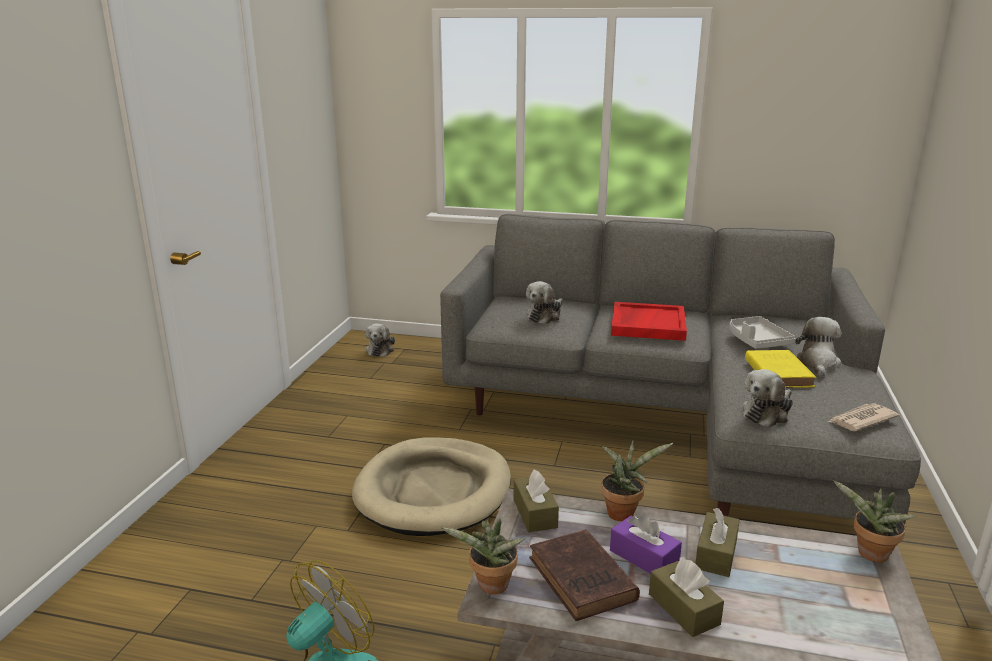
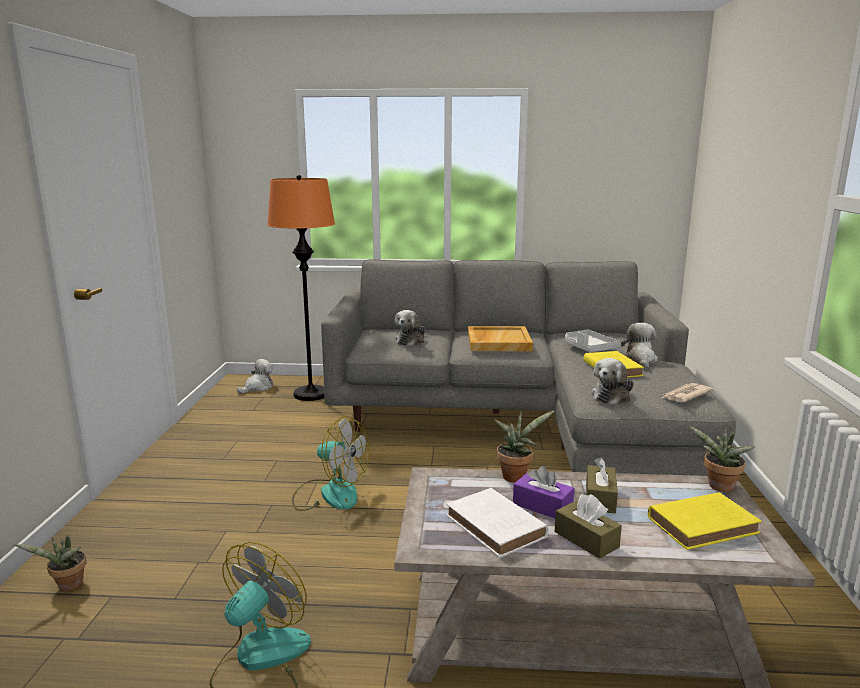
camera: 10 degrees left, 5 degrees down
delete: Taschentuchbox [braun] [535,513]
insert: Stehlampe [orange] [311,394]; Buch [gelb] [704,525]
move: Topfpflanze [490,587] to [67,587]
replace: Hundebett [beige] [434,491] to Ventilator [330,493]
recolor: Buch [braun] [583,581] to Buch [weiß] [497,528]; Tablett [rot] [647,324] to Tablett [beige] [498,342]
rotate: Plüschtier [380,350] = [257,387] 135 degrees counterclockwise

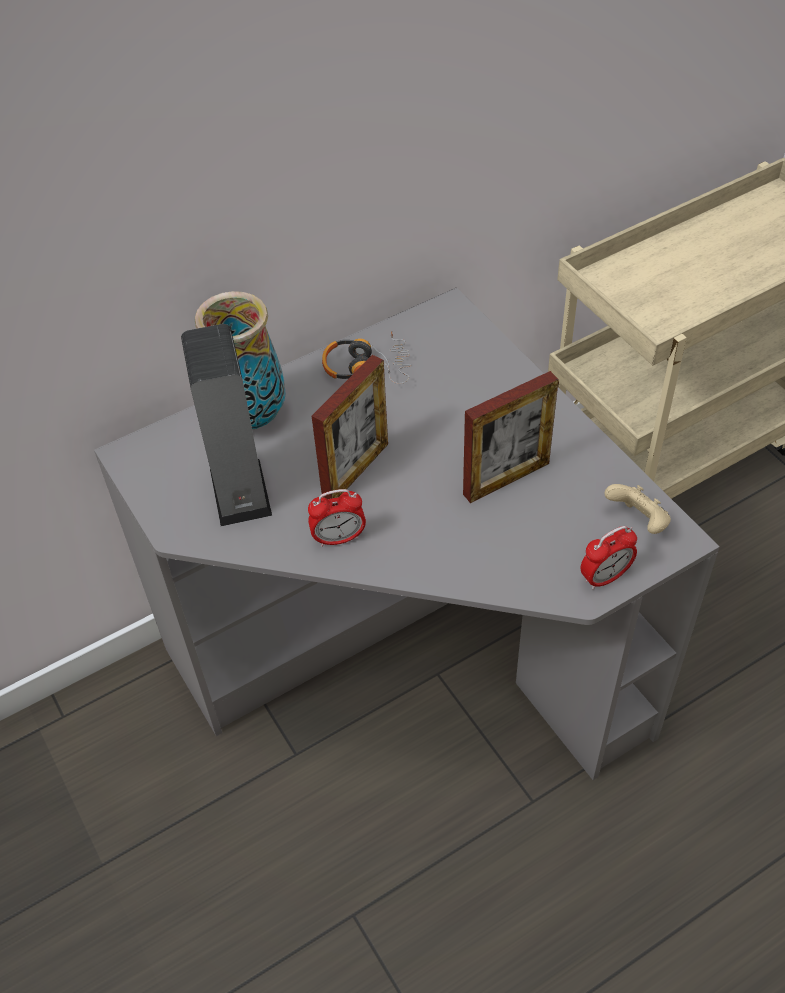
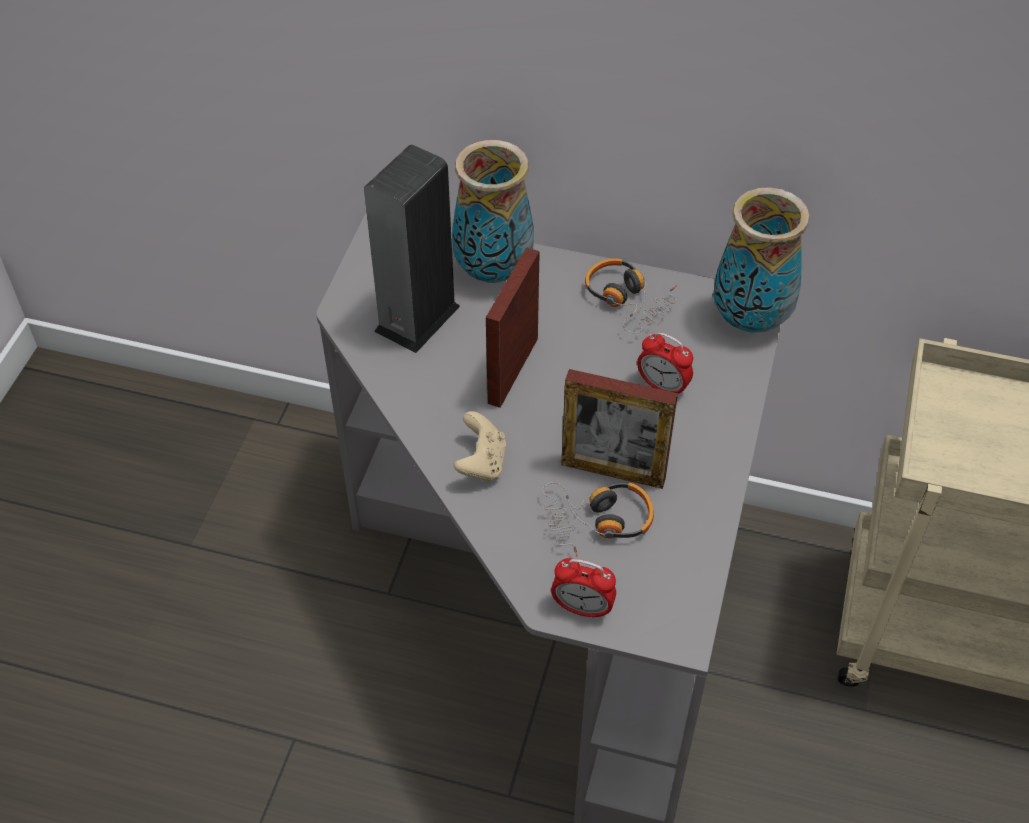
camera: 45 degrees right, 0 degrees up
insert: Kopfhörer [598,521]; Vase [749,319]
move: Wecker [338,538] to [662,386]; Gamepad [beige] [638,521] to [481,463]
rotate: Bilderrahmen [355,471] = [513,370] 120 degrees clockwise

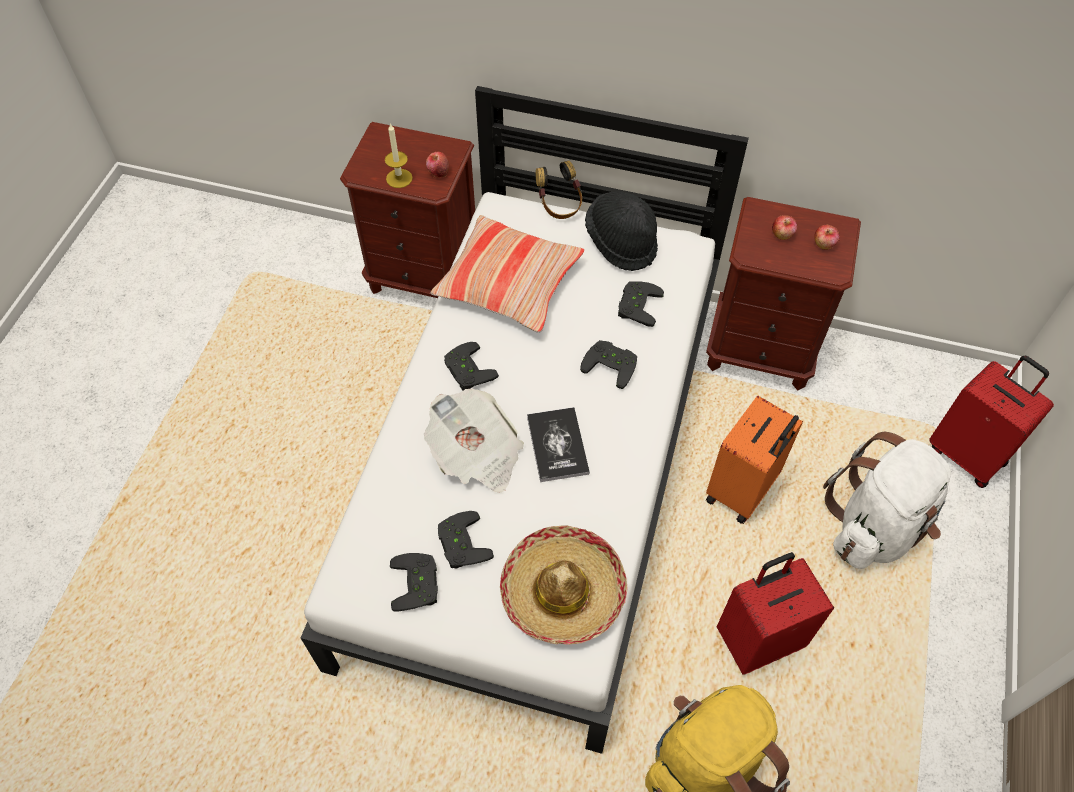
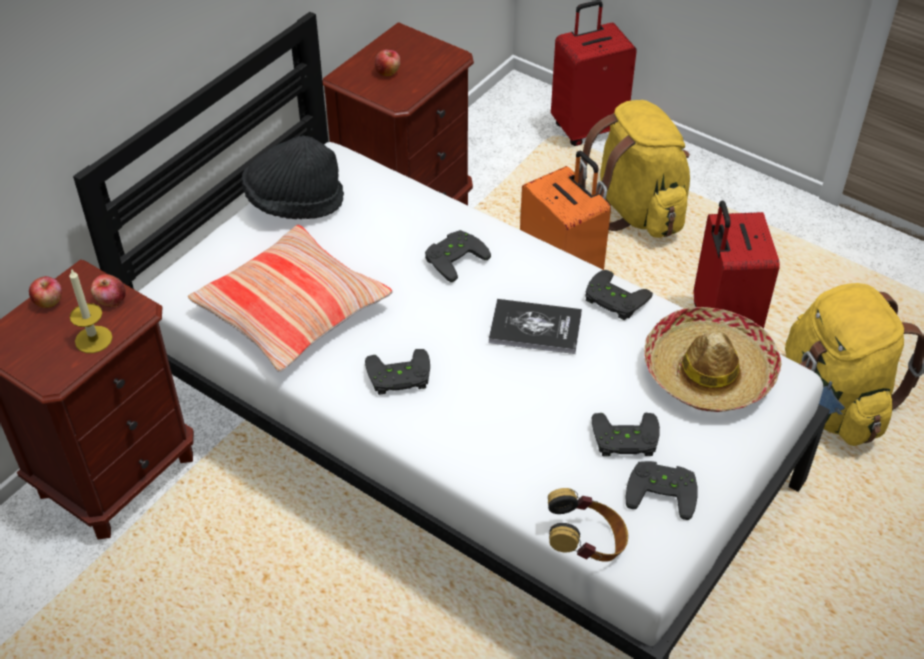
camera: 70 degrees left, 10 degrees down
delete: Zeitung [476,454]
move: Kopfhörer [559,205] to [586,544]; Gamepad [schwarz] [636,305] to [613,300]; Apfel [824,244] to [49,302]
recolor: Rucksack [weiß] [875,526] to Rucksack [gelb] [635,210]

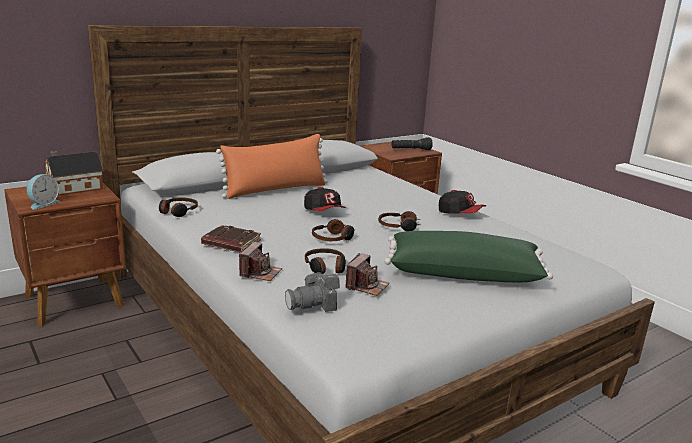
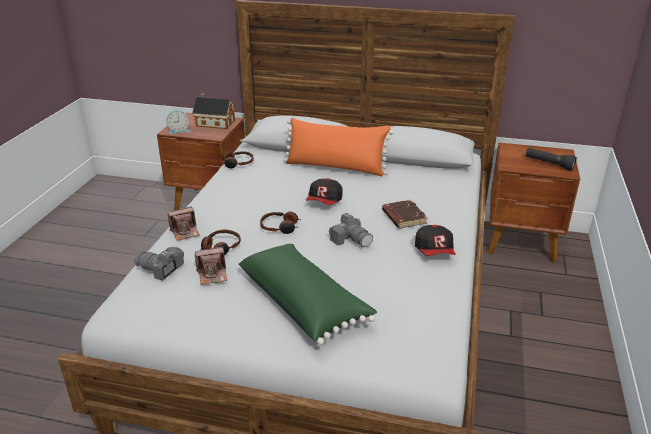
camera: 50 degrees right, 10 degrees up
move: Buch [braun] [230,243] to [403,217]
replace: Kopfhörer [398,226] to Kamera [351,239]

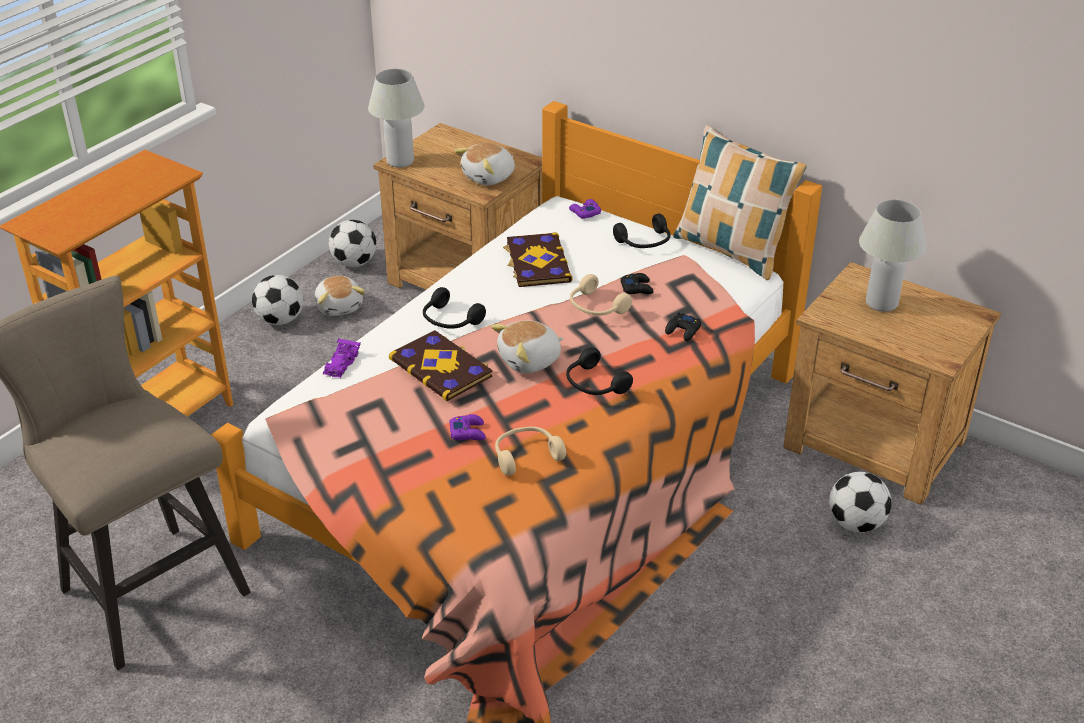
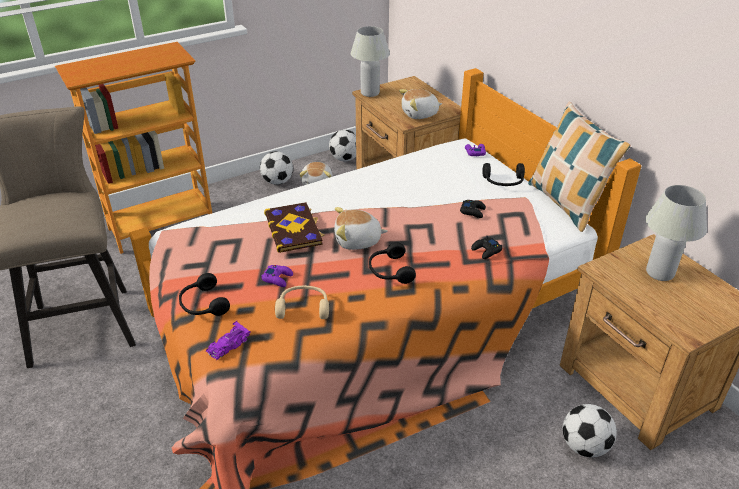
camera: 25 degrees right, 0 degrees up
delete: Buch [537,262]; Kopfhörer [beige] [595,307]
move: Spielzeugauto [lila] [341,364] to [228,345]; Kopfhörer [schwarz] [450,320] to [203,304]

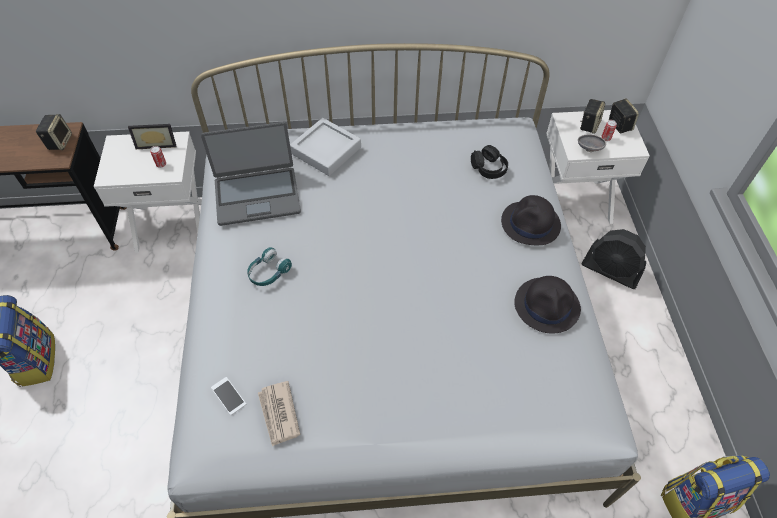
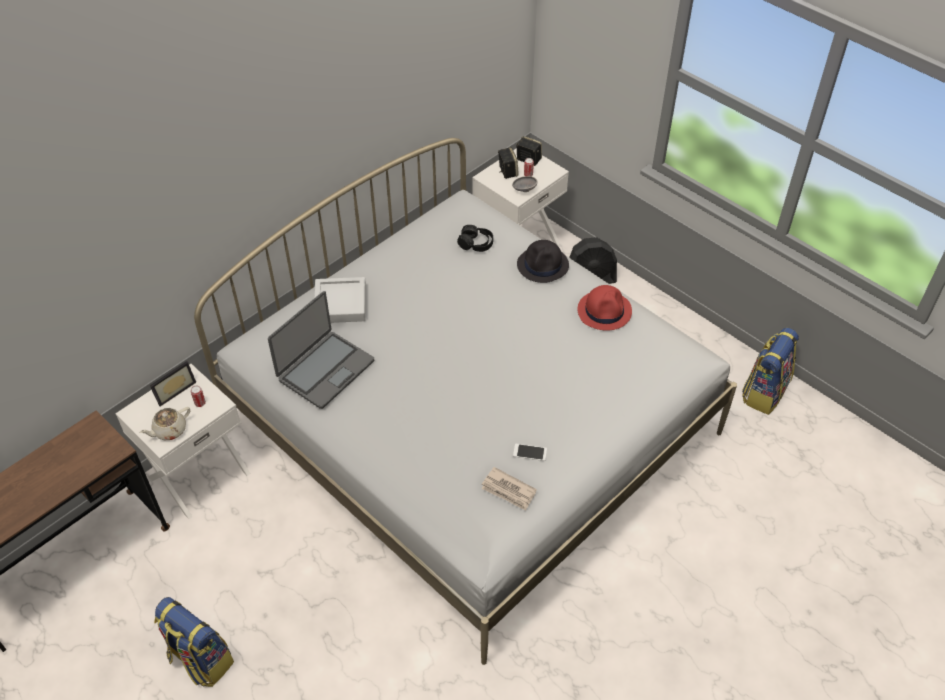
camera: 40 degrees left, 5 degrees down
delete: Lautsprecher [59,141]; Kopfhörer [türkis] [268,273]
insert: Teekanne [beige] [169,430]
move: Handy [228,396] to [530,452]
recolor: Hut [schwarz] [547,305] to Hut [rot] [604,311]

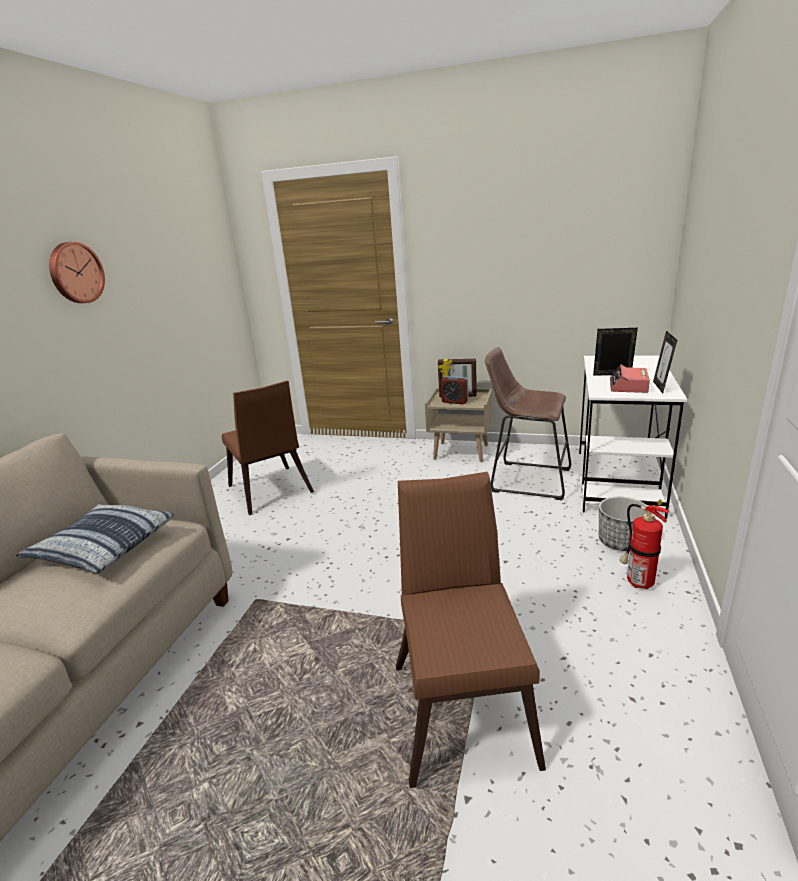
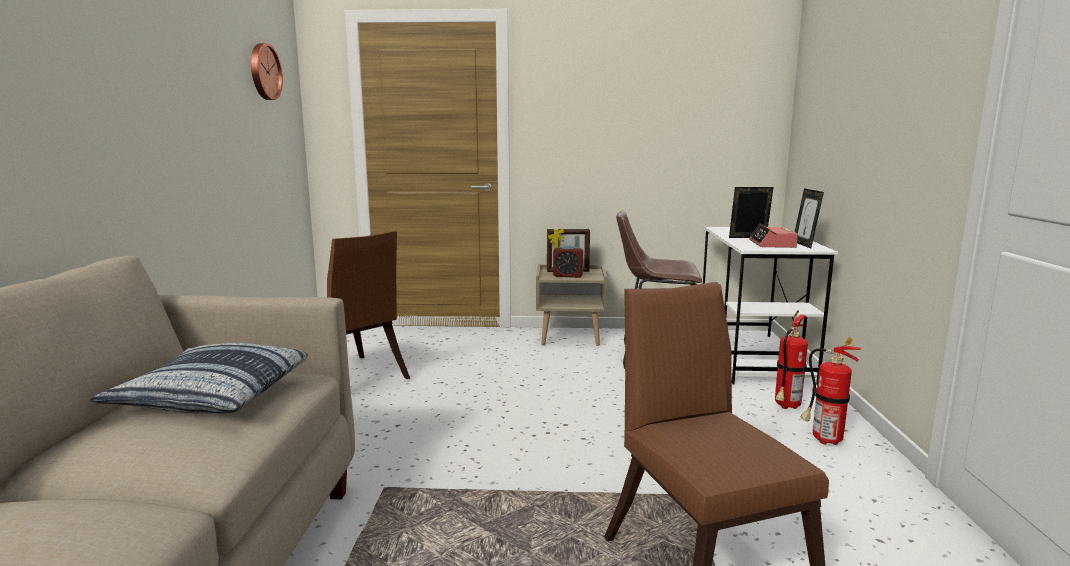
camera: 15 degrees left, 10 degrees down
move: Wanduhr [75,273] to [264,72]
replace: Pflanzkübel [620,542] to Feuerlöscher [786,407]

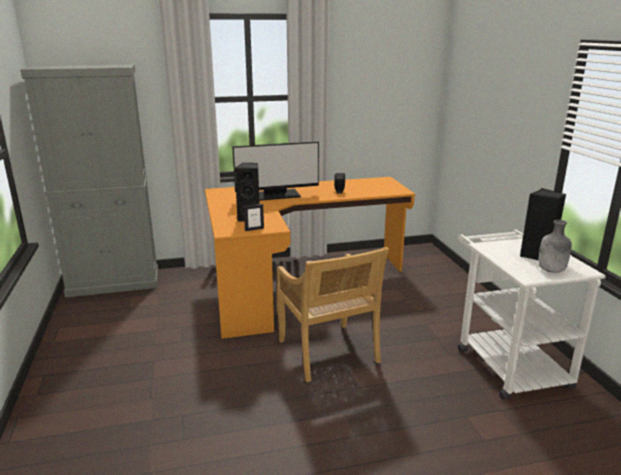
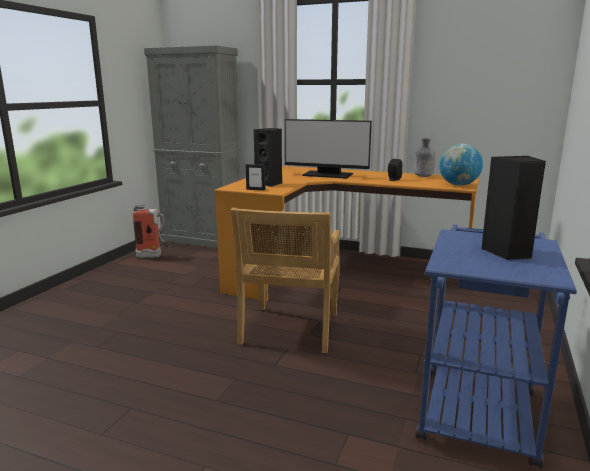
camera: 35 degrees right, 5 degrees down
insert: Feuerlöscher [154,256]; Globus [458,185]
move: Flasche [grau] [551,270] to [423,176]
recolor: Rollwagen [weiß] [506,362] to Rollwagen [blau] [477,405]

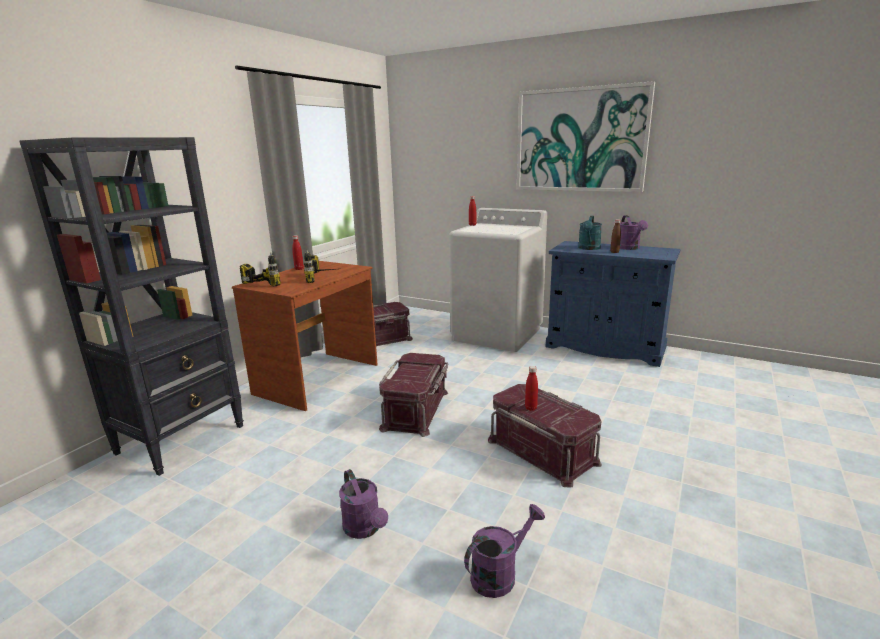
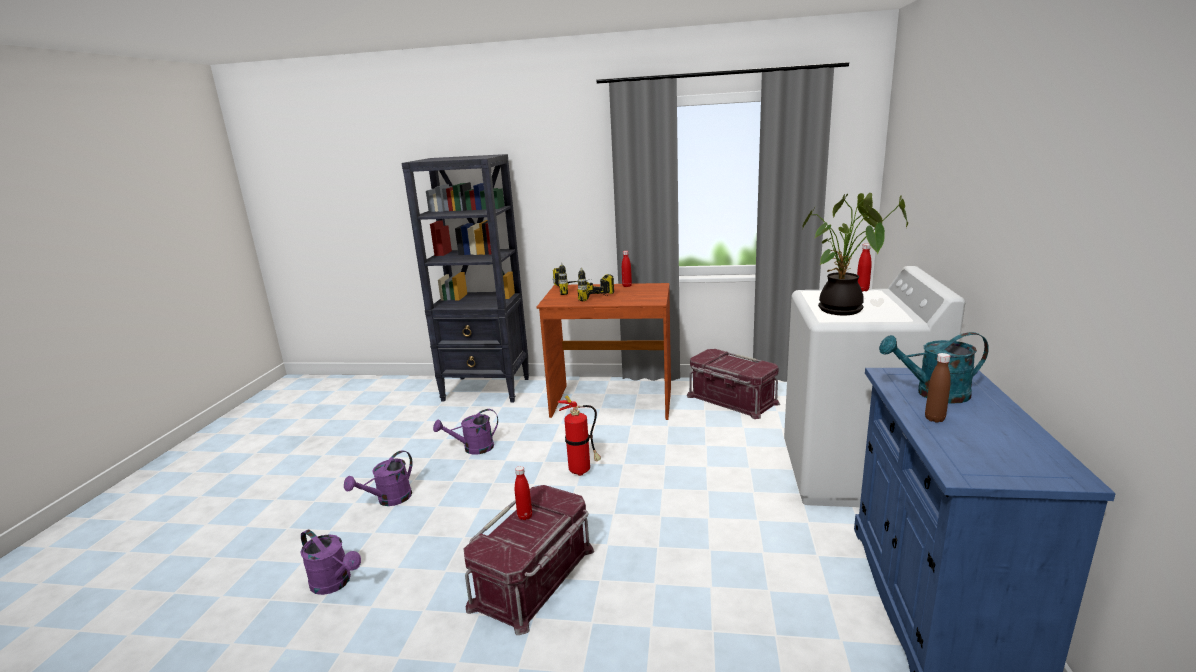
camera: 70 degrees right, 0 degrees up
delete: Bild [580,140]
insert: Topfpflanze [843,311]
move: Gießkanne [lila] [629,248] to [473,449]
replace: Aufbewahrungsbox [rot] [417,410] to Feuerlöscher [582,471]

